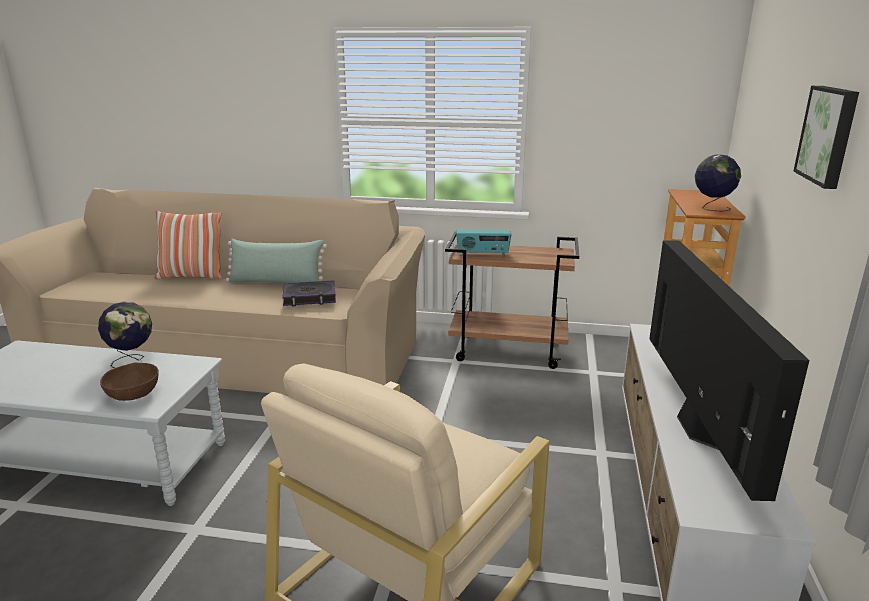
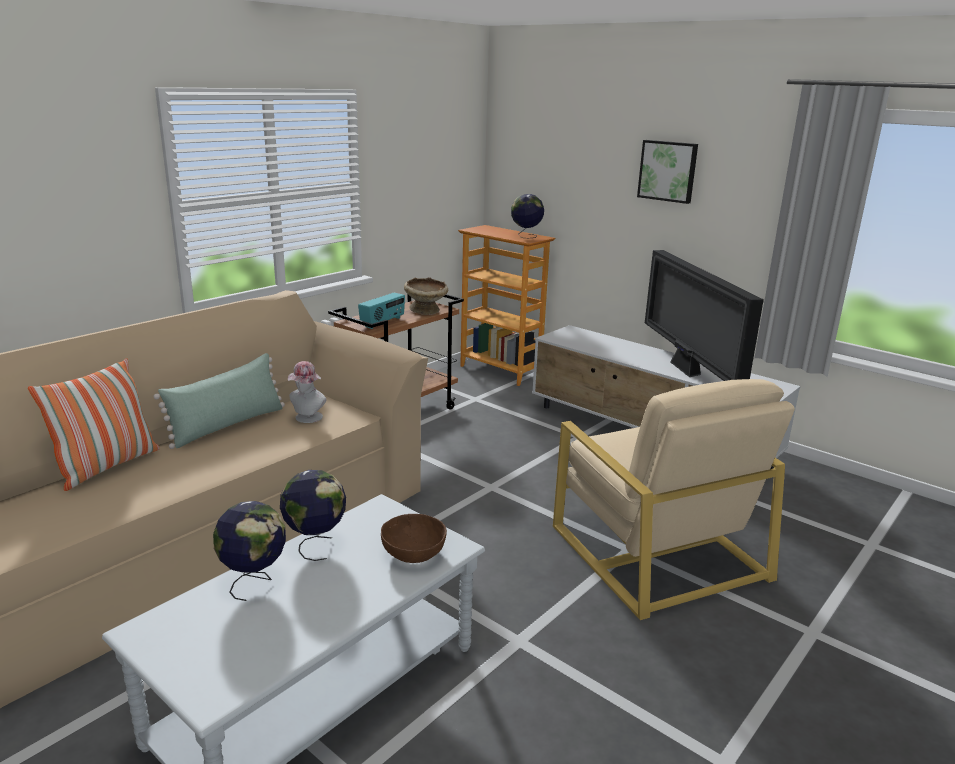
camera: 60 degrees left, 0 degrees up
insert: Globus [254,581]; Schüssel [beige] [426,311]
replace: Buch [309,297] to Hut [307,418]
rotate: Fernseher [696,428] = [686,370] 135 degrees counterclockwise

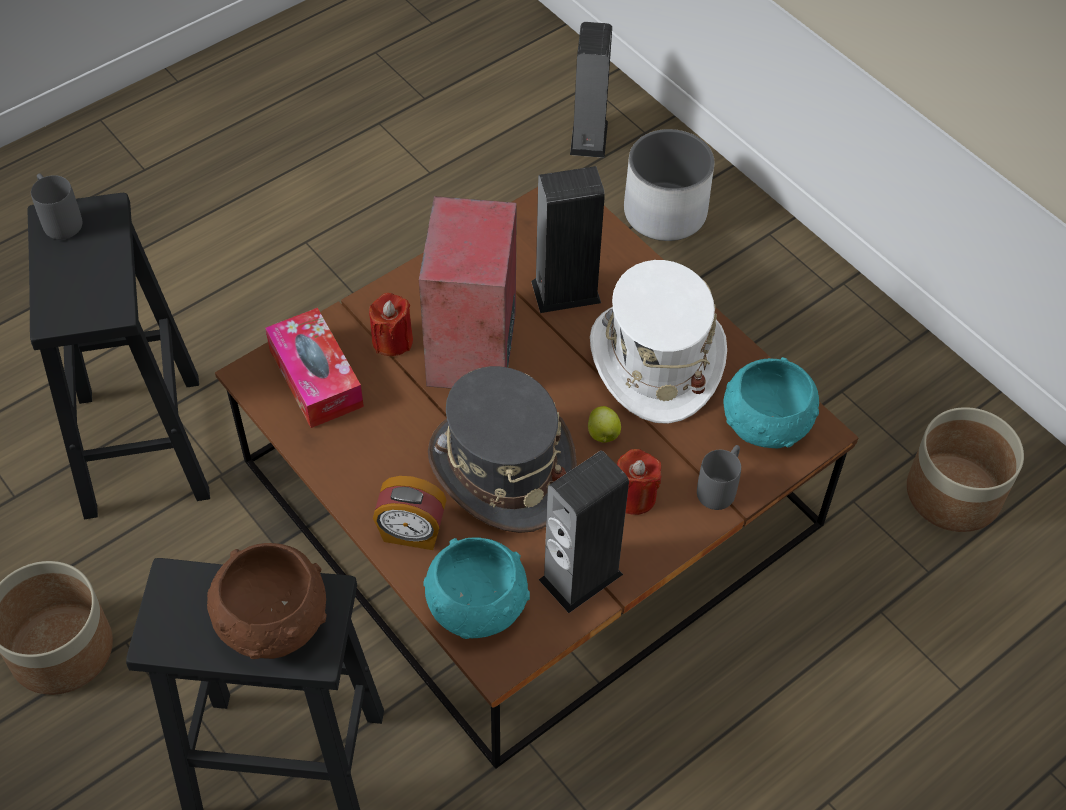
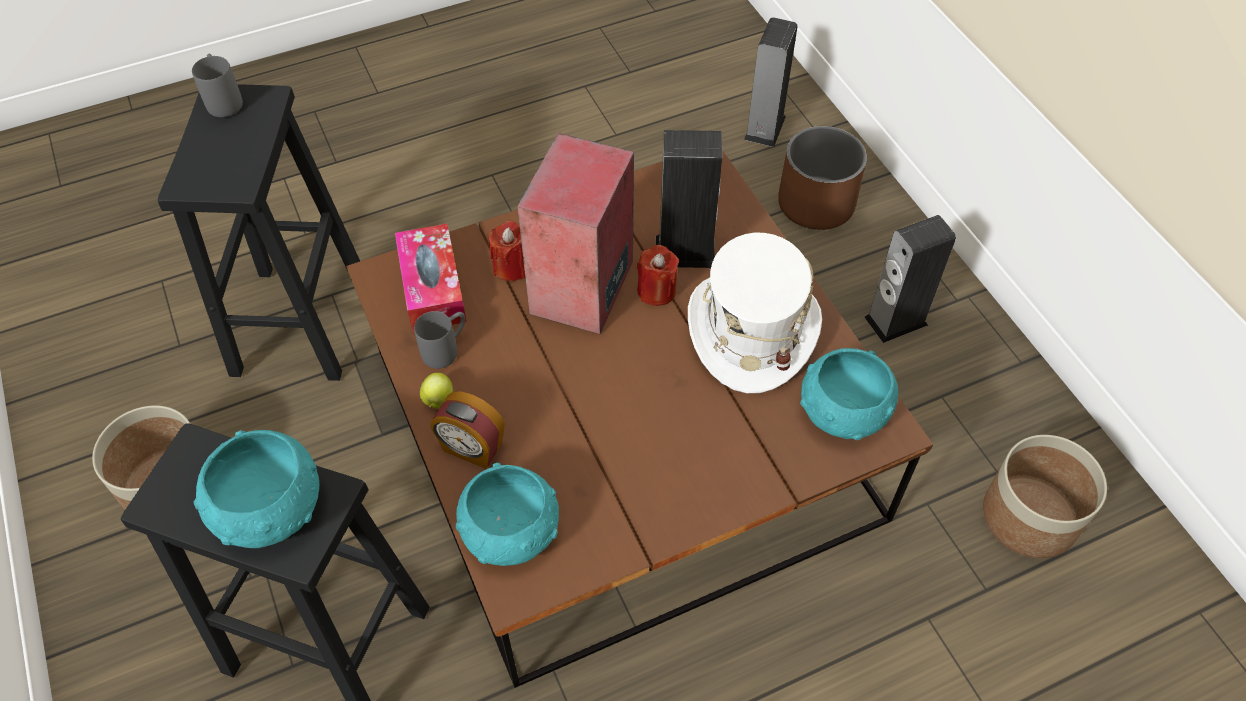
camera: 15 degrees right, 0 degrees up
delete: Hut [grau] [501,468]
move: Lautsprecher [581,577] to [895,321]; Apfel [603,435] to [438,401]; Kerze [rot] [634,496] to [656,291]; Henkelbecher [grau] [720,487] to [446,349]
recolor: Schüssel [braun] [272,622] to Schüssel [türkis] [268,510]; Pflanzkübel [weiß] [665,213] to Pflanzkübel [braun] [816,204]

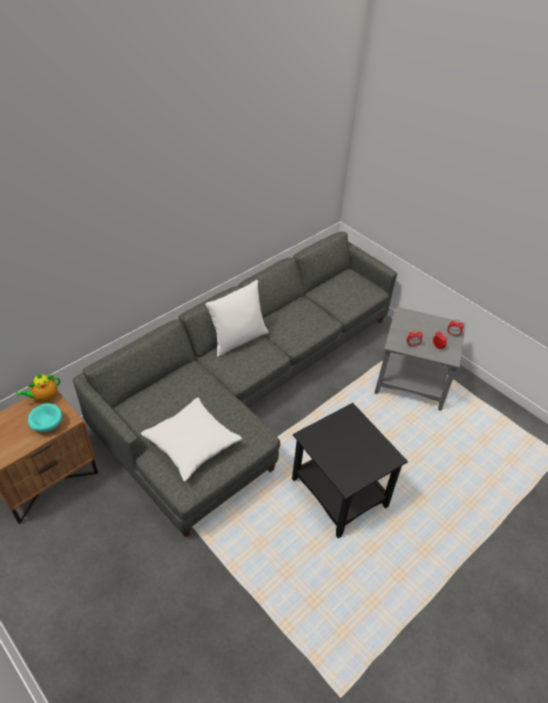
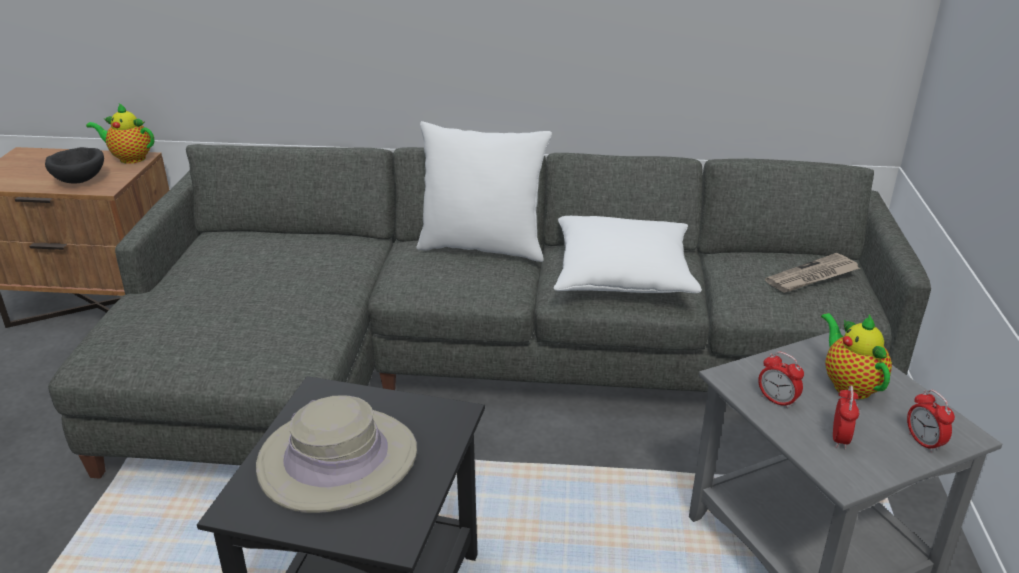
camera: 50 degrees right, 15 degrees down
insert: Hut [beige] [338,460]; Zeitung [812,277]; Teekanne [849,385]
move: Kissen [weiß] [192,444] to [623,275]
recolor: Schüssel [türkis] [47,424] to Schüssel [schwarz] [80,179]

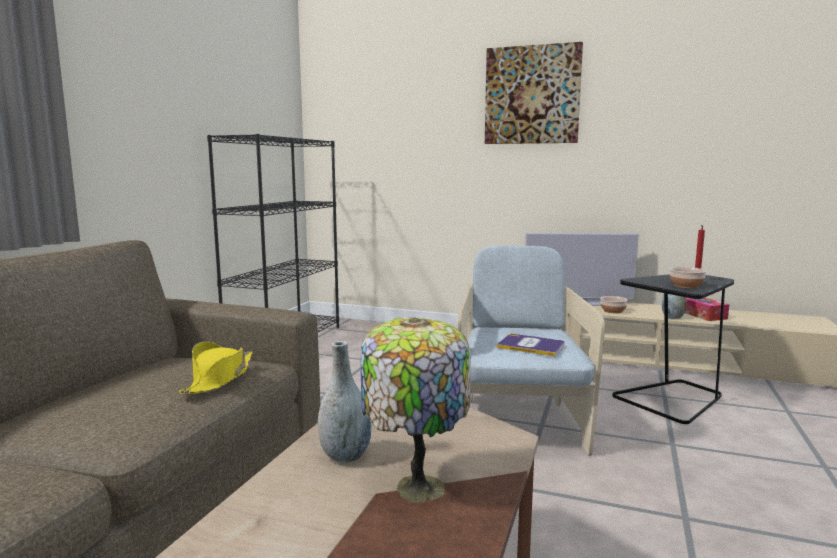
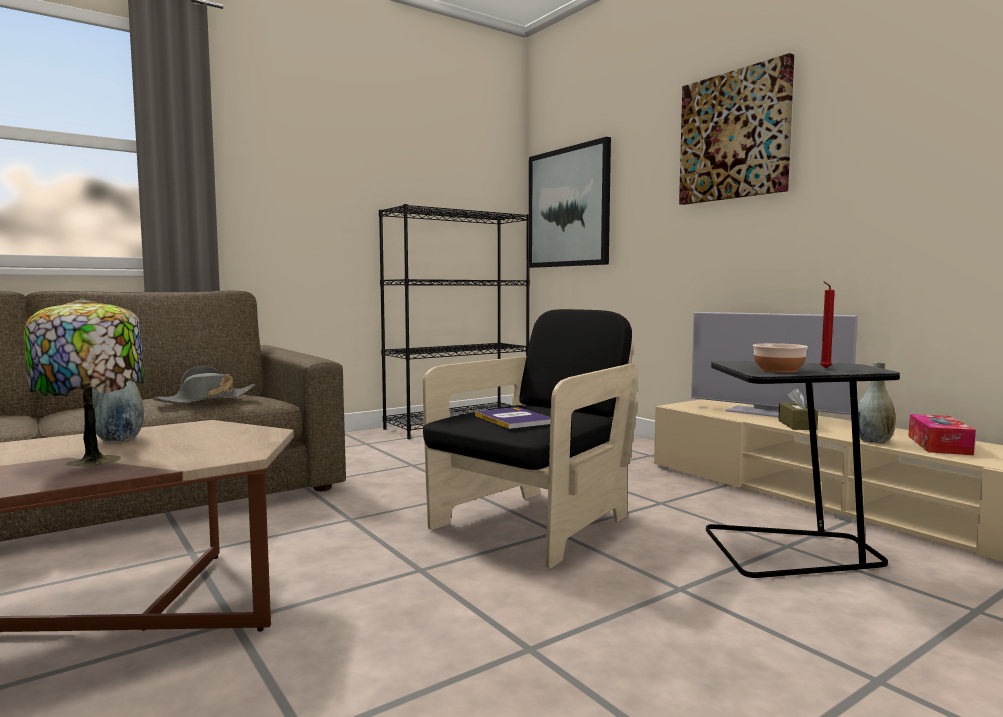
camera: 35 degrees right, 5 degrees down
insert: Bild [568,207]
replace: Schüssel [613,311] to Taschentuchbox [braun] [797,425]
recolor: Hut [gelb] [219,379] to Hut [grau] [206,399]; Sessel [beige] [519,423] to Sessel [schwarz] [534,525]

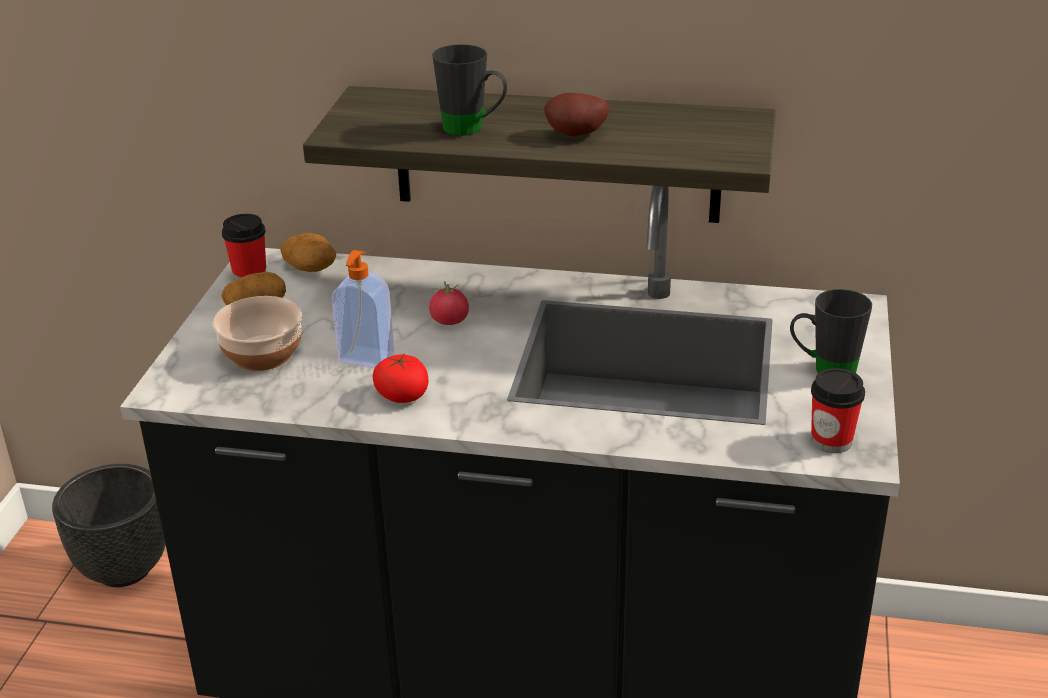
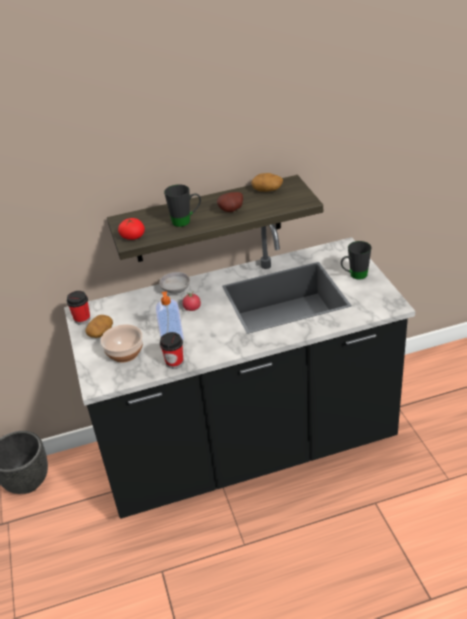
camera: 25 degrees left, 5 degrees up
insert: Schüssel [grau] [176,289]
move: Kartoffel [311,268] to [267,190]; Tomate [402,395] to [133,236]; Tasse [831,441] to [174,363]

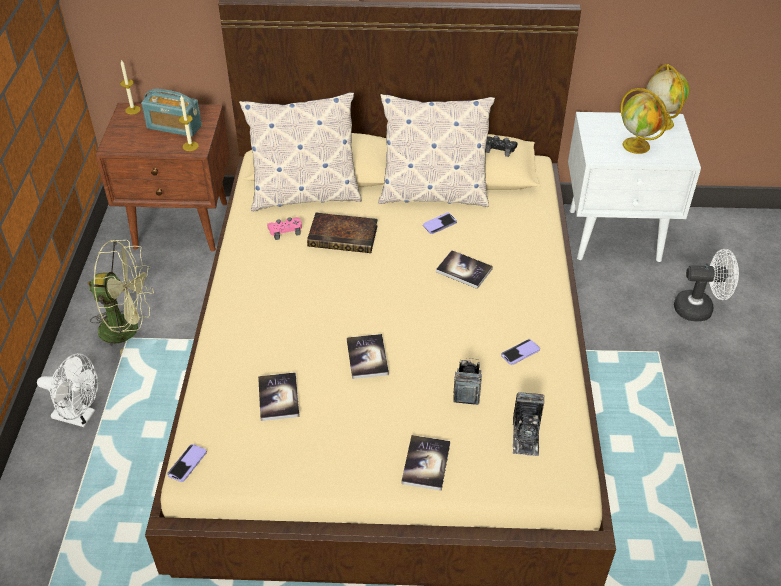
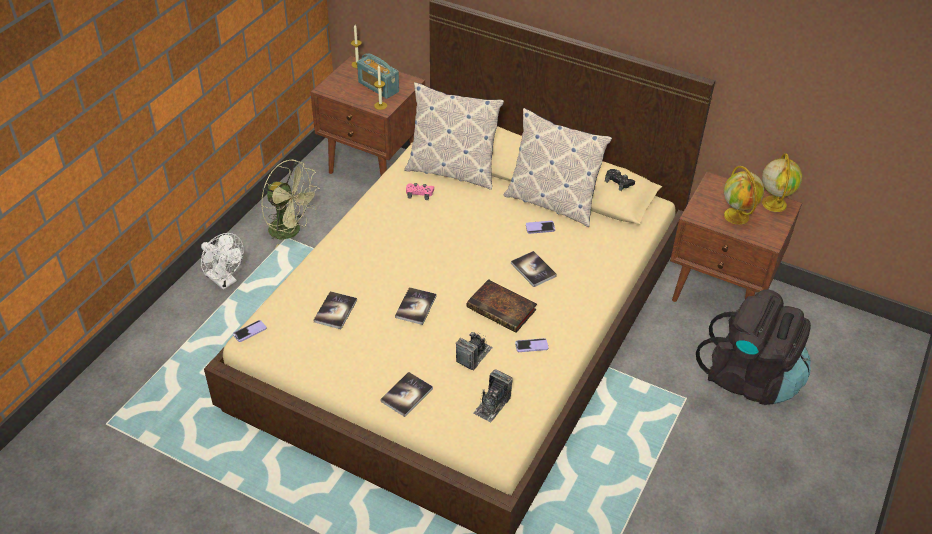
camera: 25 degrees right, 0 degrees up
move: Buch [345,236] to [503,309]
replace: Ventilator [weiß] [699,309] to Rucksack [schwarz] [750,378]
recolor: Nachttisch [weiß] [616,235] to Nachttisch [braun] [720,292]

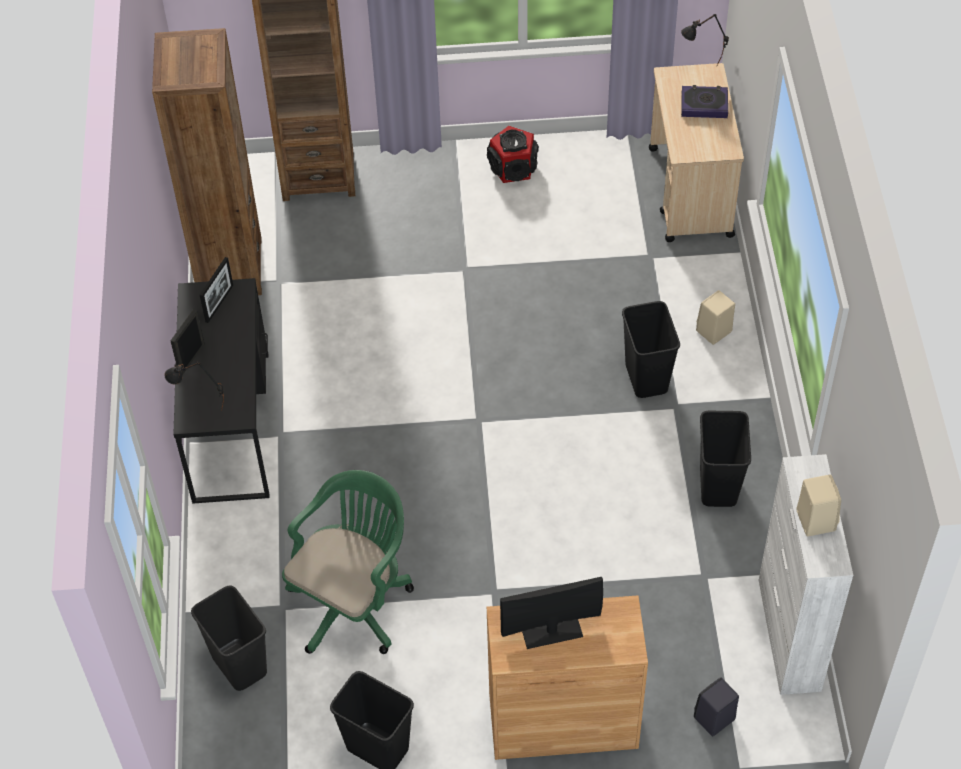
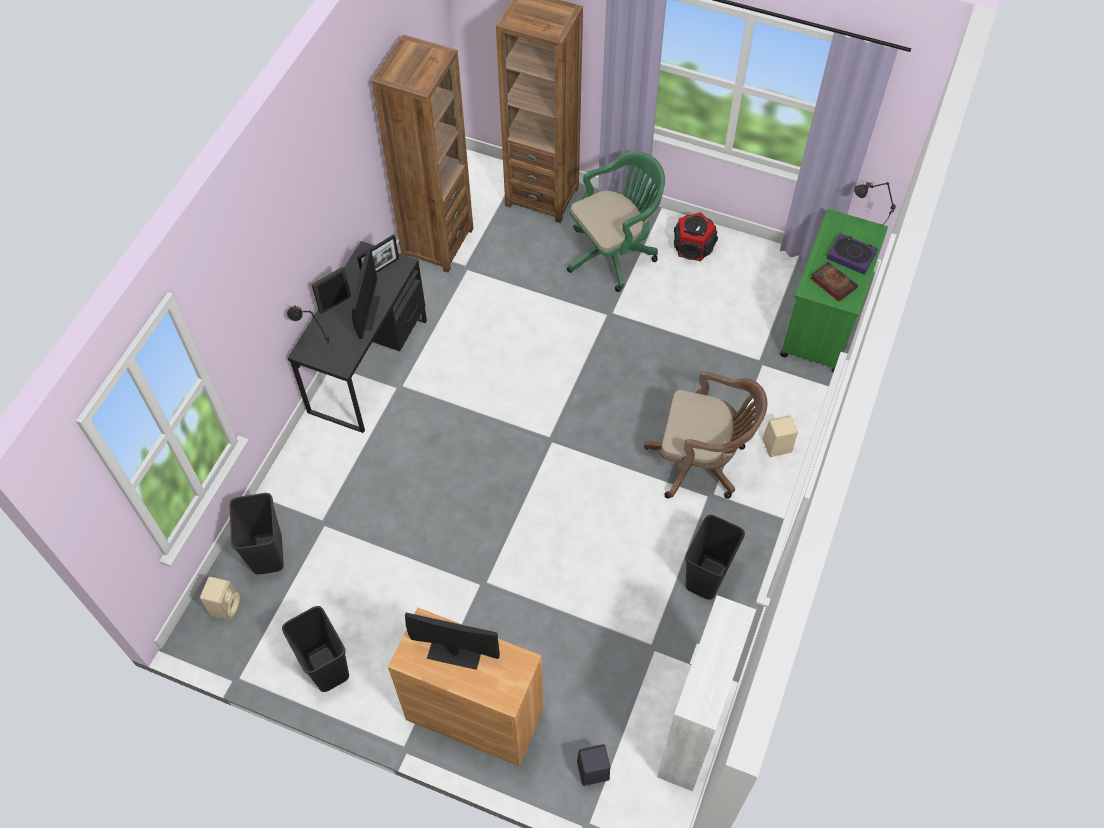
camera: 25 degrees right, 5 degrees up
insert: Monitor [366,312]; Buch [832,283]
move: Bürostuhl [grün] [354,601] to [614,253]; Lautsprecher [beige] [814,519] to [225,605]
replace: Mülleimer [schwarz] [647,378] to Bürostuhl [braun] [701,462]
recolor: Rollwagen [beige] [690,193] to Rollwagen [grün] [823,323]

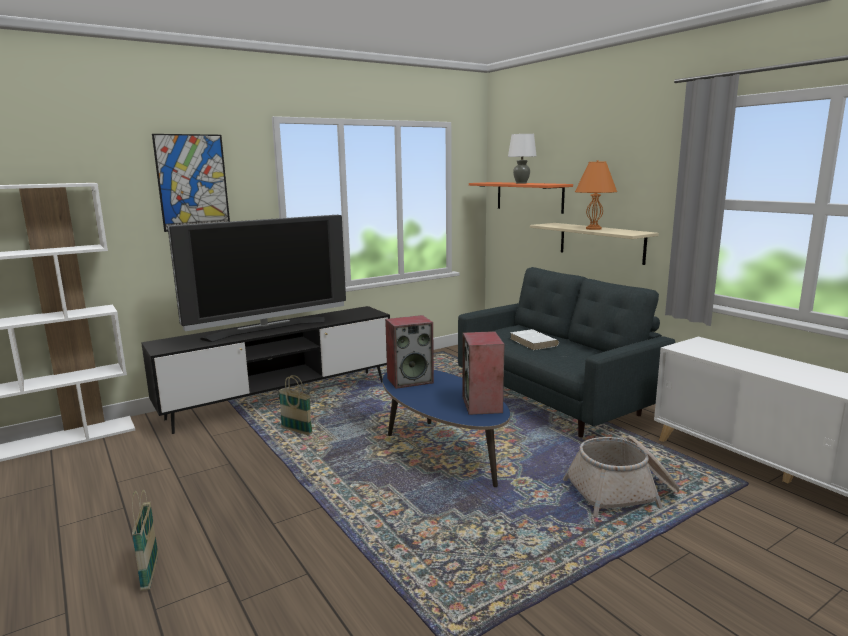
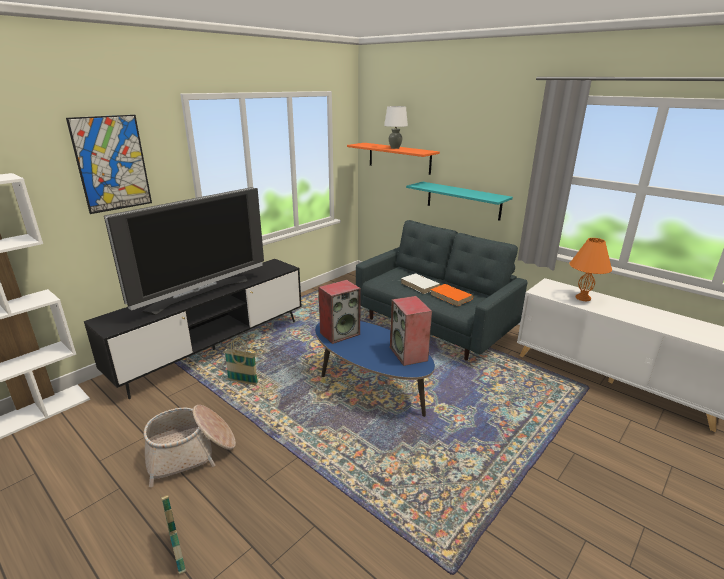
camera: 15 degrees left, 10 degrees up
insert: Buch [orange] [451,297]
move: Korb [622,492] to [191,453]; Tischlampe [orange] [593,229] to [582,298]
recolor: Wandregal [beige] [601,242] to Wandregal [türkis] [463,200]

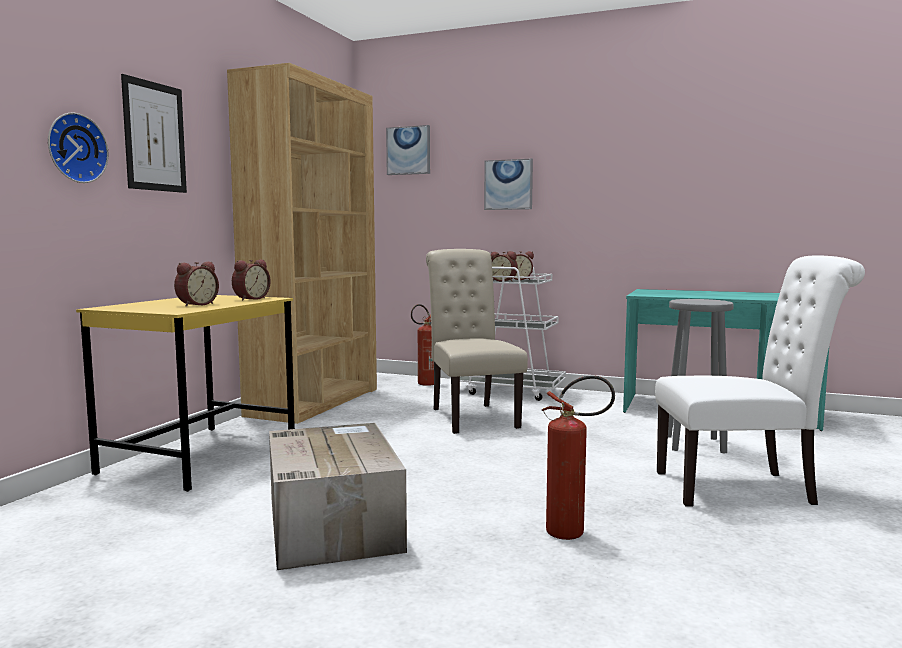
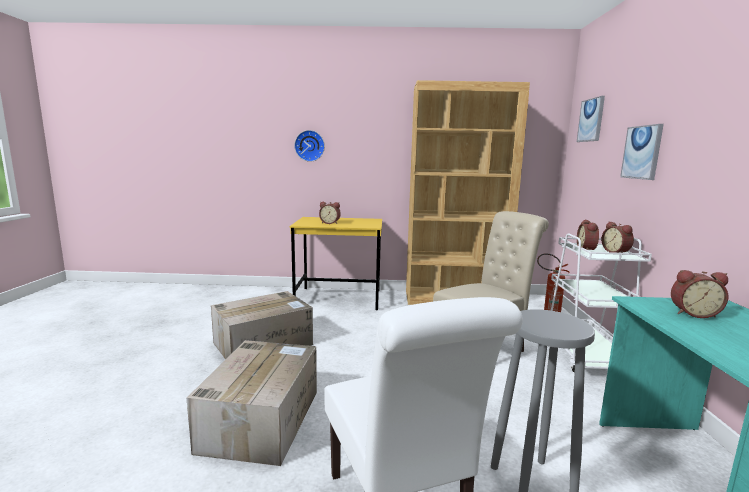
camera: 70 degrees right, 5 degrees up
delete: Bild [154,137]
move: Wecker [250,299] to [693,313]
replace: Feuerlöscher [574,534] to Karton [262,418]

